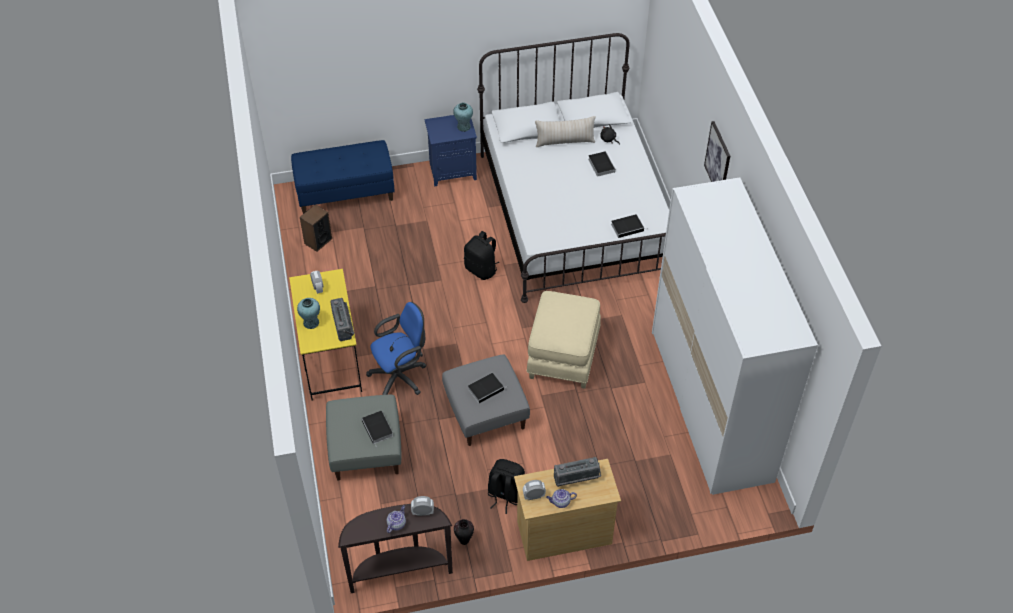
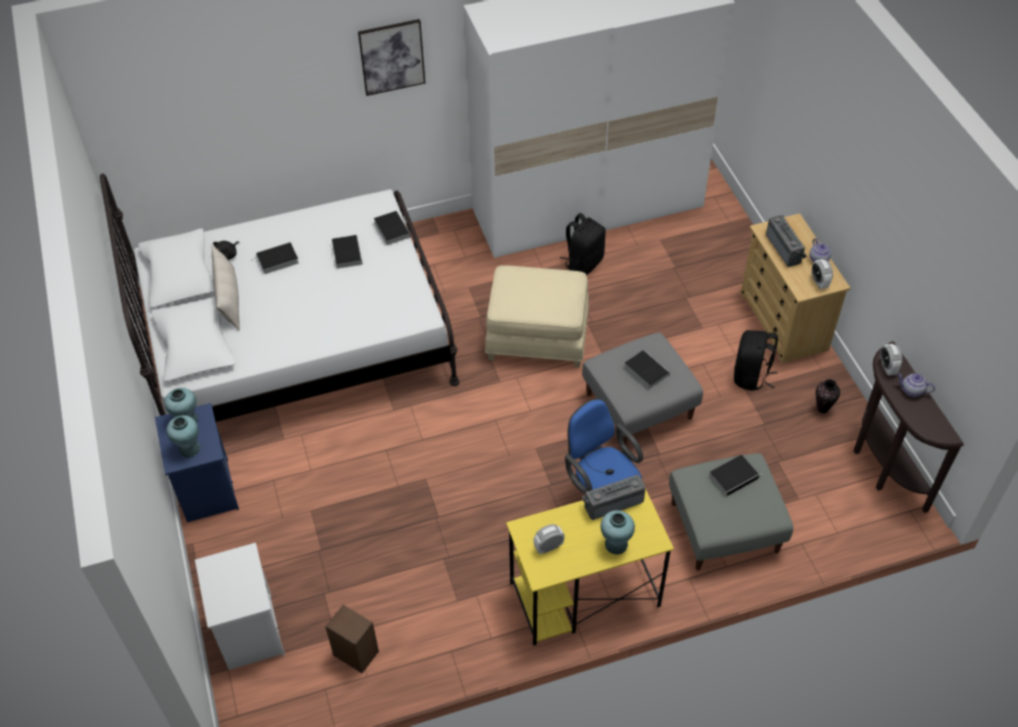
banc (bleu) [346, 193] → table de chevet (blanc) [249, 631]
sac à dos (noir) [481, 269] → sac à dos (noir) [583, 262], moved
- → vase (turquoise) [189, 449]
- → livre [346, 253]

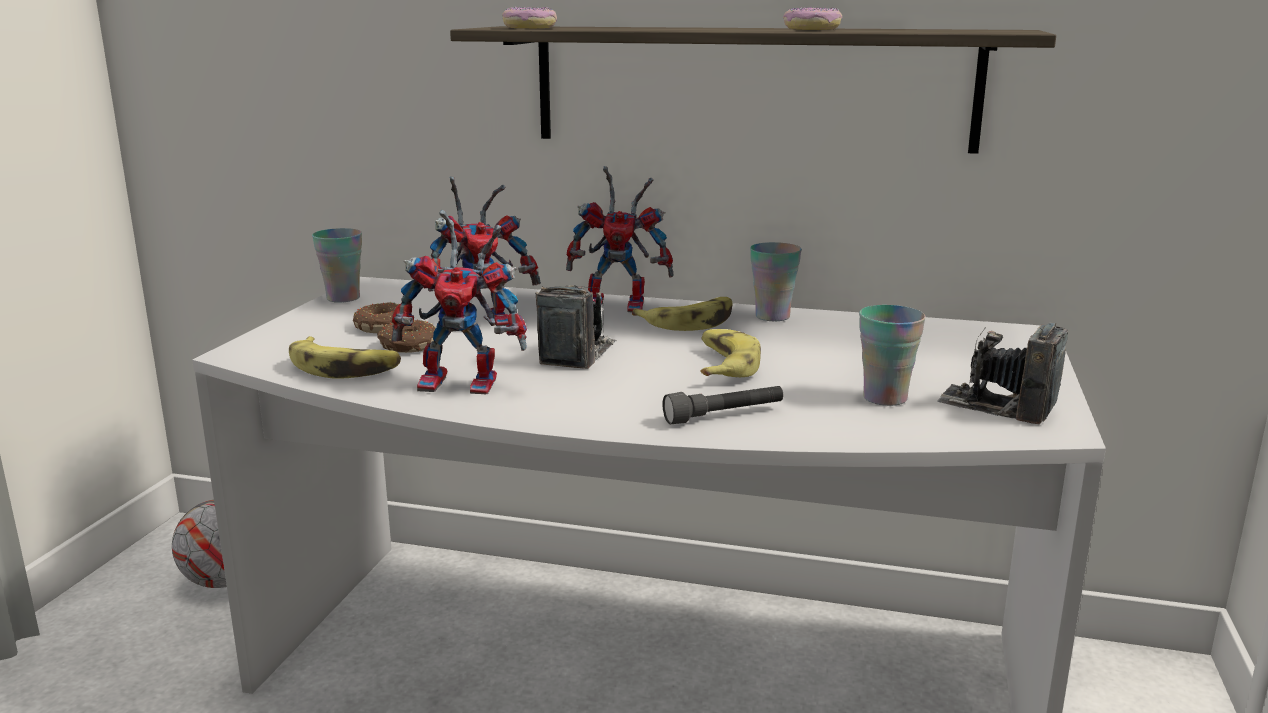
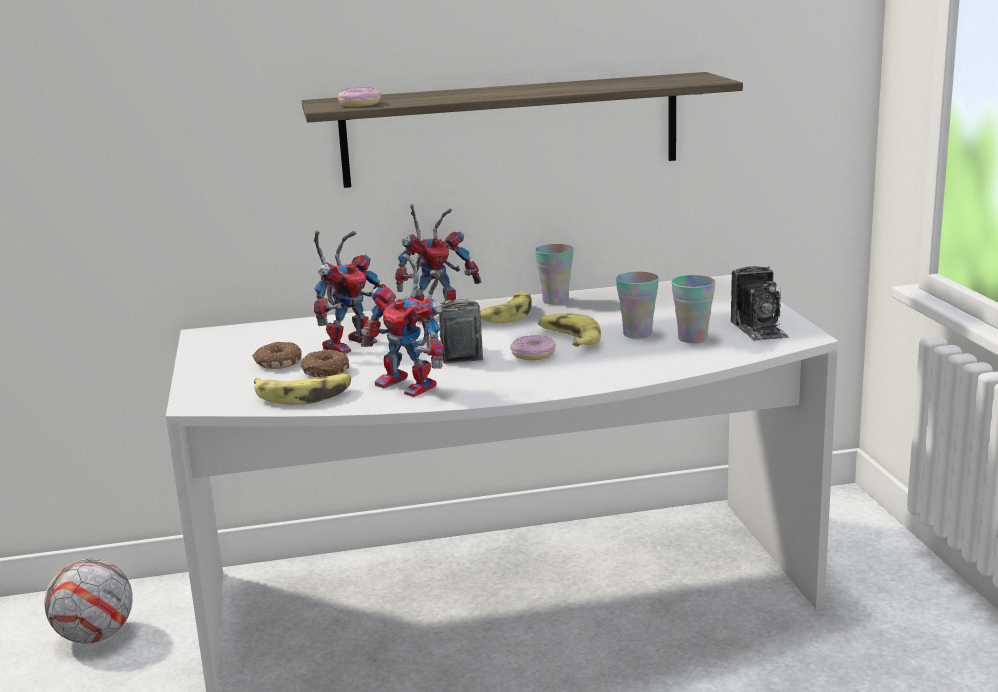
tasse [343, 298] → tasse [637, 334], moved
robot jouet [467, 383] → robot jouet [413, 386], 60 degrees clockwise
lampe de poche (gris) [724, 415] → -
beignet [812, 29] → beignet [533, 355], moved
appareil photo [997, 405] → appareil photo [759, 329], 105 degrees counterclockwise

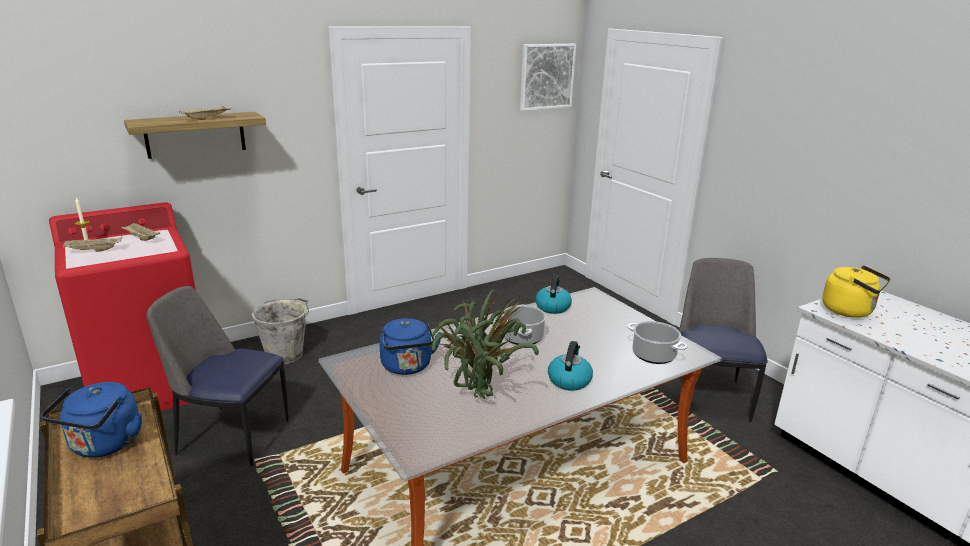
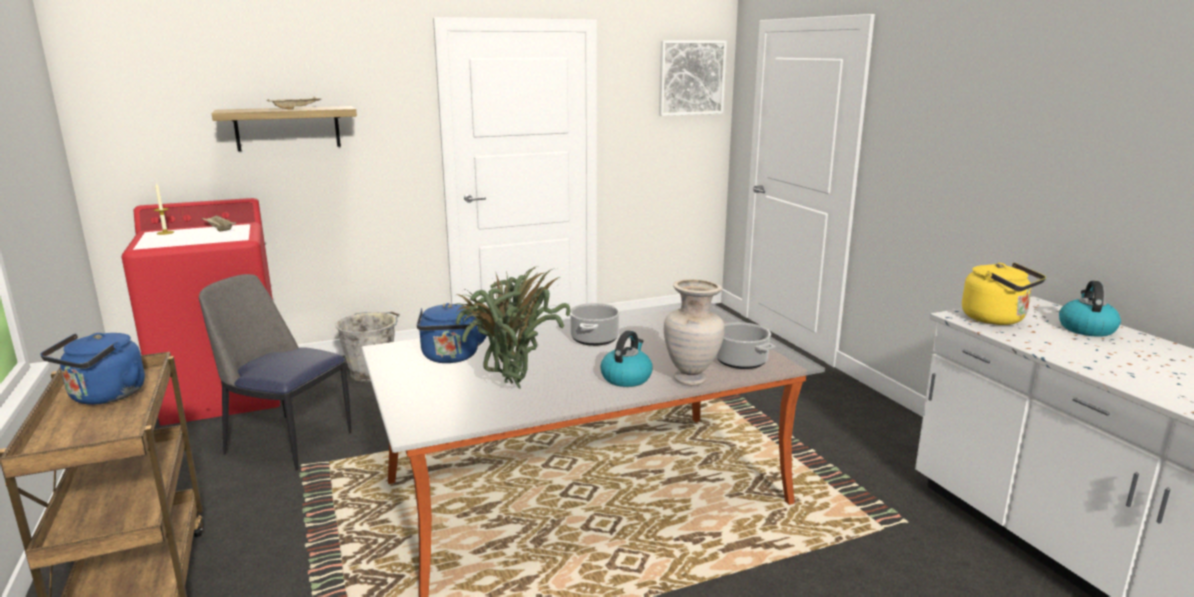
plateau (beige) [93, 251] → -
bouilloire [552, 307] → bouilloire [1086, 329], moved
chaise [708, 396] → -
- → vase (beige) [691, 379]

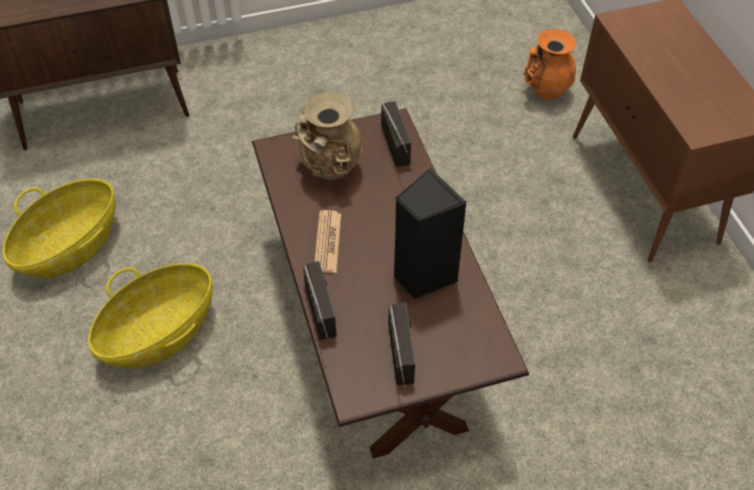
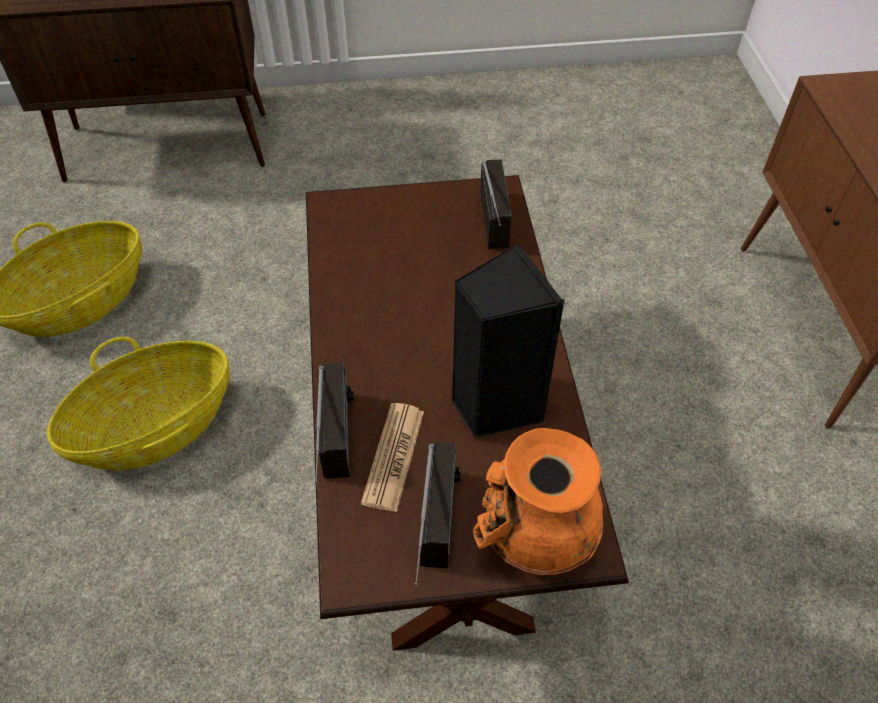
vase (beige) [330, 171] → -
journal [327, 242] → journal [393, 456], moved
vase (orange) [545, 91] → vase (orange) [534, 540], moved

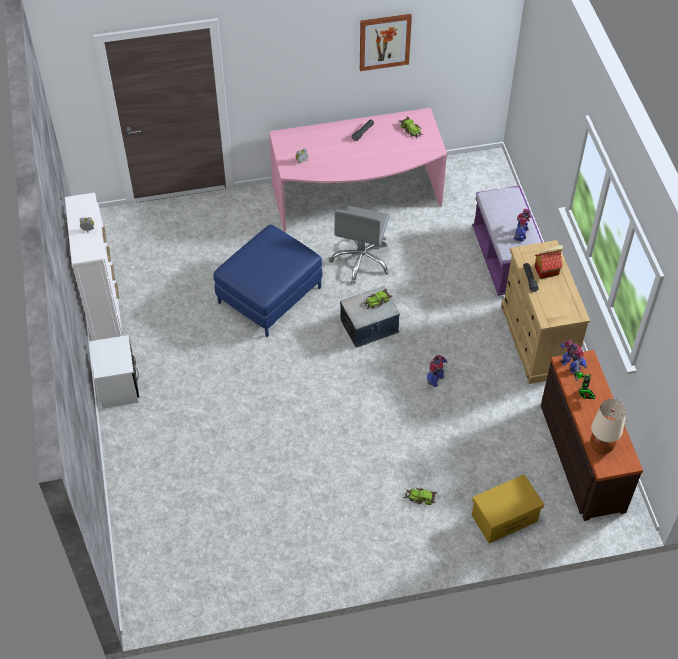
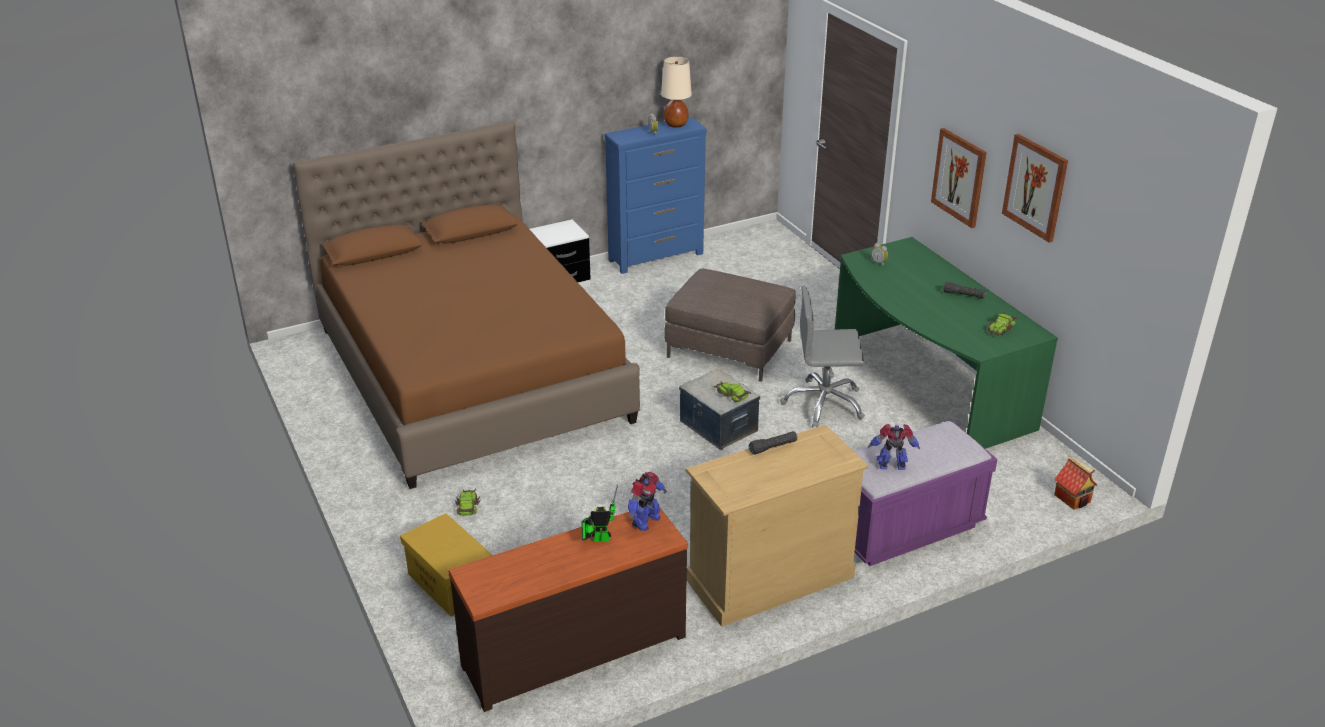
commode (blanc) [103, 308] → commode (bleu) [657, 257]
pouf (bleu) [270, 295] → pouf (marron) [729, 349]
bureau (rose) [357, 199] → bureau (vert) [925, 385]
robot jouet [435, 379] → -
maison miniature [546, 270] → maison miniature [1073, 498], moved
lampe de table (beige) [601, 446] → lampe de table (beige) [675, 125], moved
- → lit (marron) [472, 373]
- → tableau [959, 177]

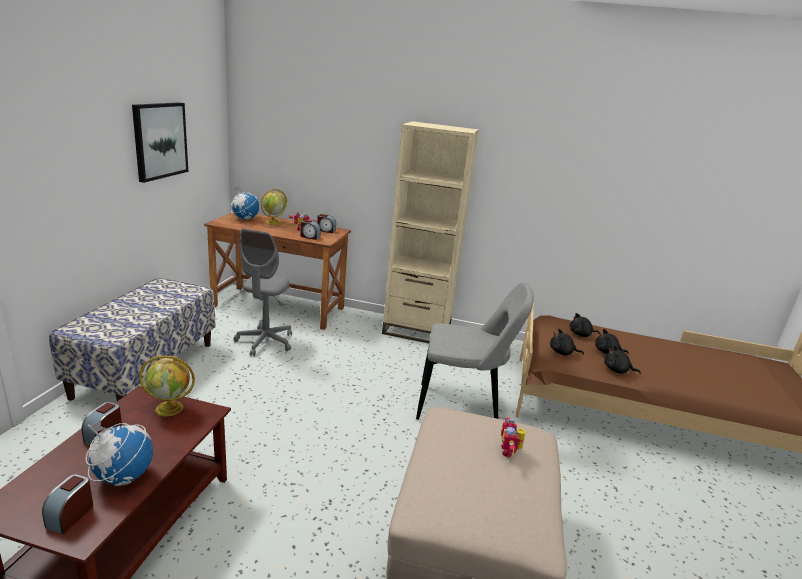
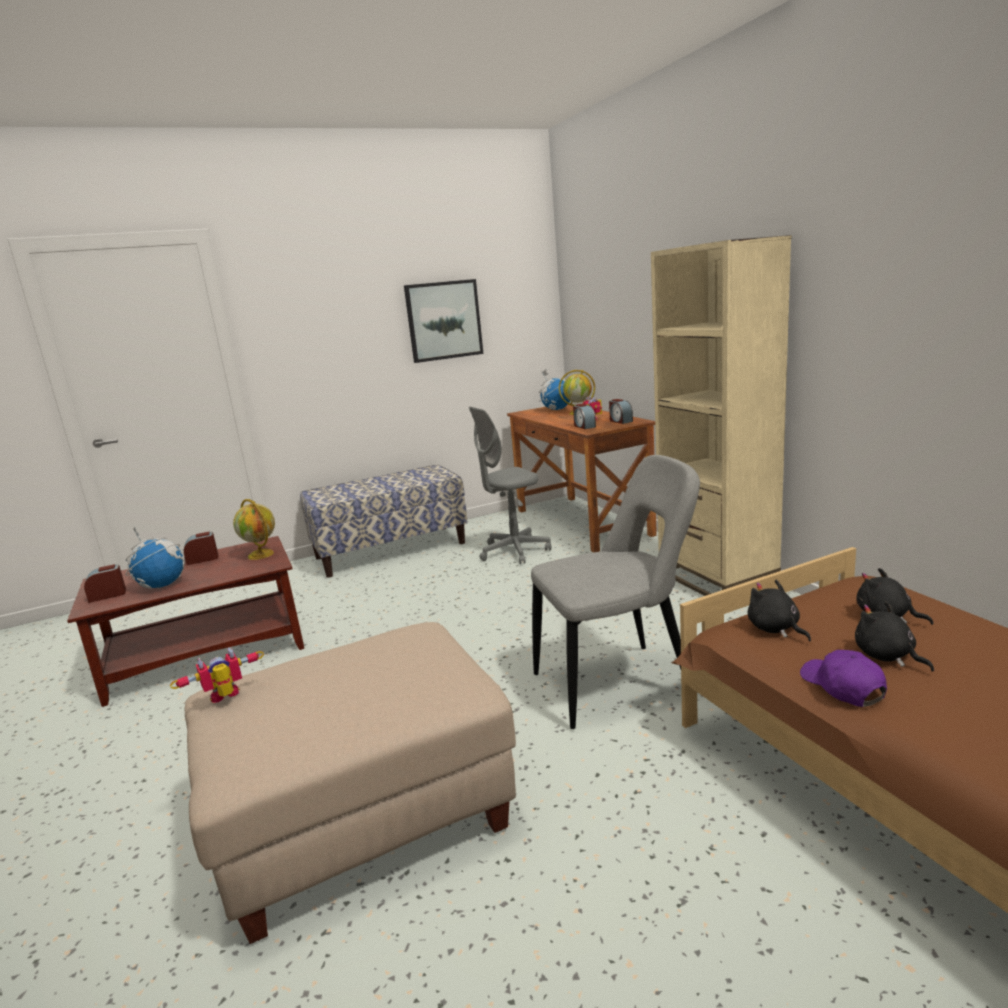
chaise (gris) [462, 408] → chaise (gris) [618, 683], 75 degrees counterclockwise
robot jouet [510, 451] → robot jouet [226, 698], moved
peluche (noir) [617, 370] → casquette (violet) [842, 687]

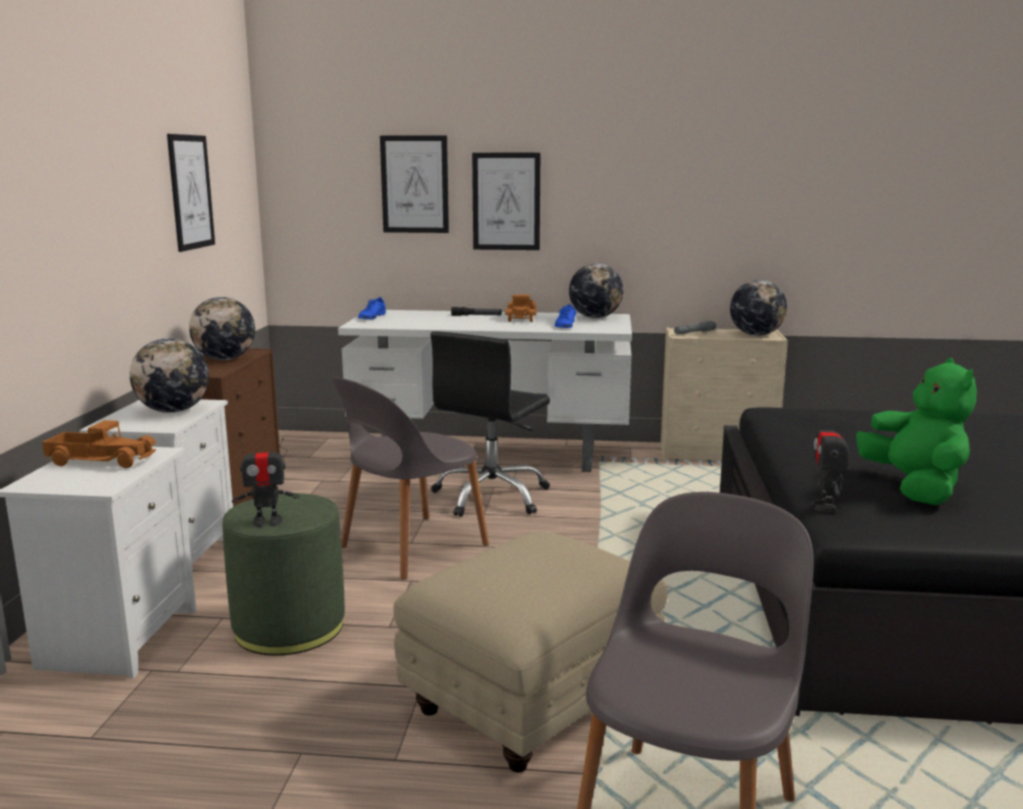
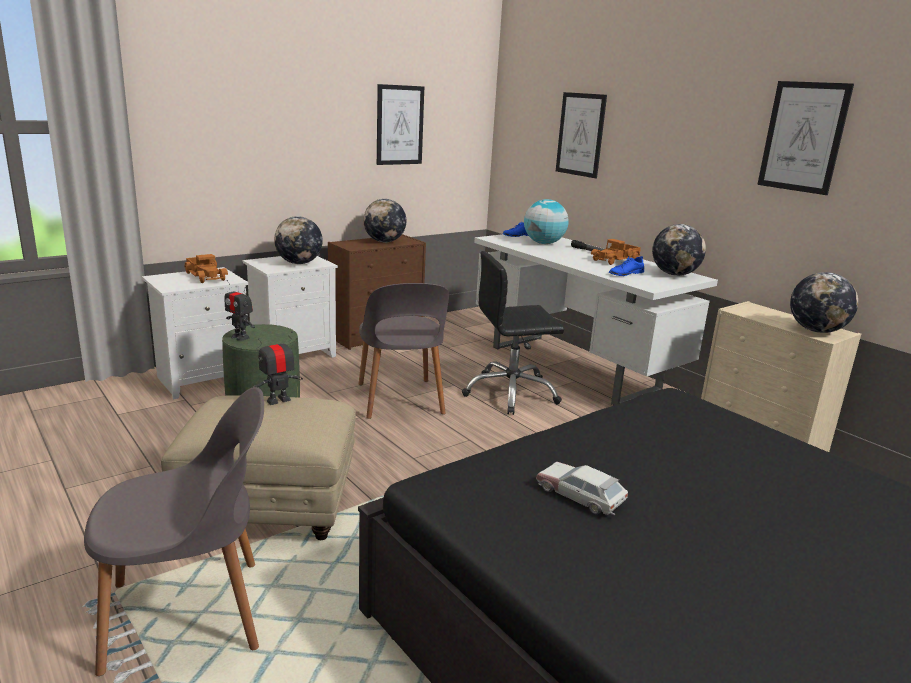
chaise (gris) [410, 547] → chaise (gris) [400, 400], 105 degrees counterclockwise
tableau [506, 201] → tableau [803, 137], moved
lampe de poche (gris) [694, 333] → -
robot jouet [825, 506] → robot jouet [278, 400], moved
peluche (vert) [914, 488] → petite voiture [581, 496]
- → globe [544, 243]

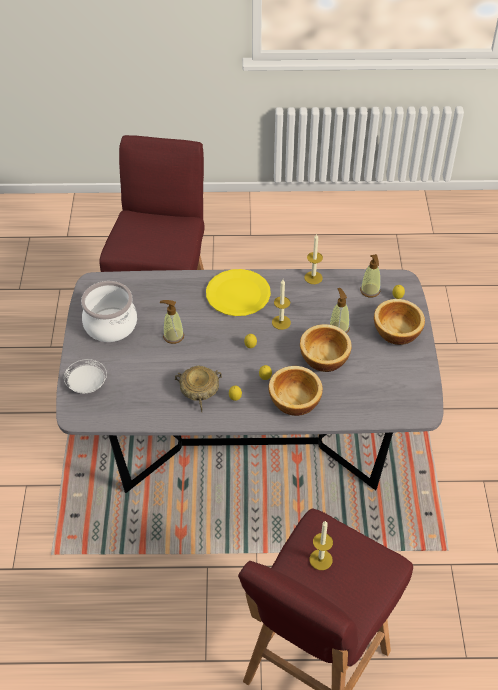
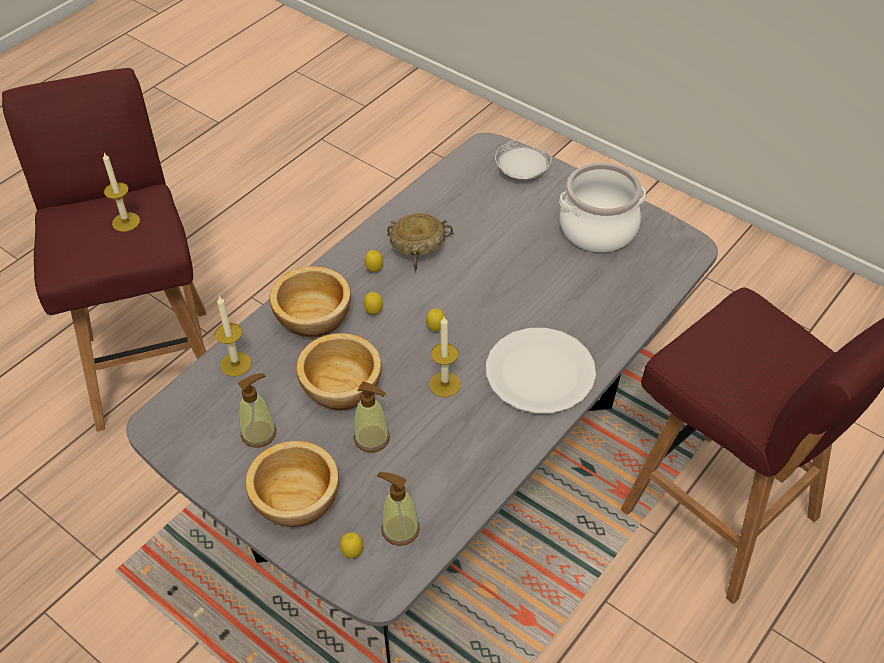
distributeur de savon [173, 336] → distributeur de savon [259, 433], moved
assiette (jaune) [238, 294] → assiette (blanc) [540, 372]
bougie [313, 277] → bougie [235, 364], moved

